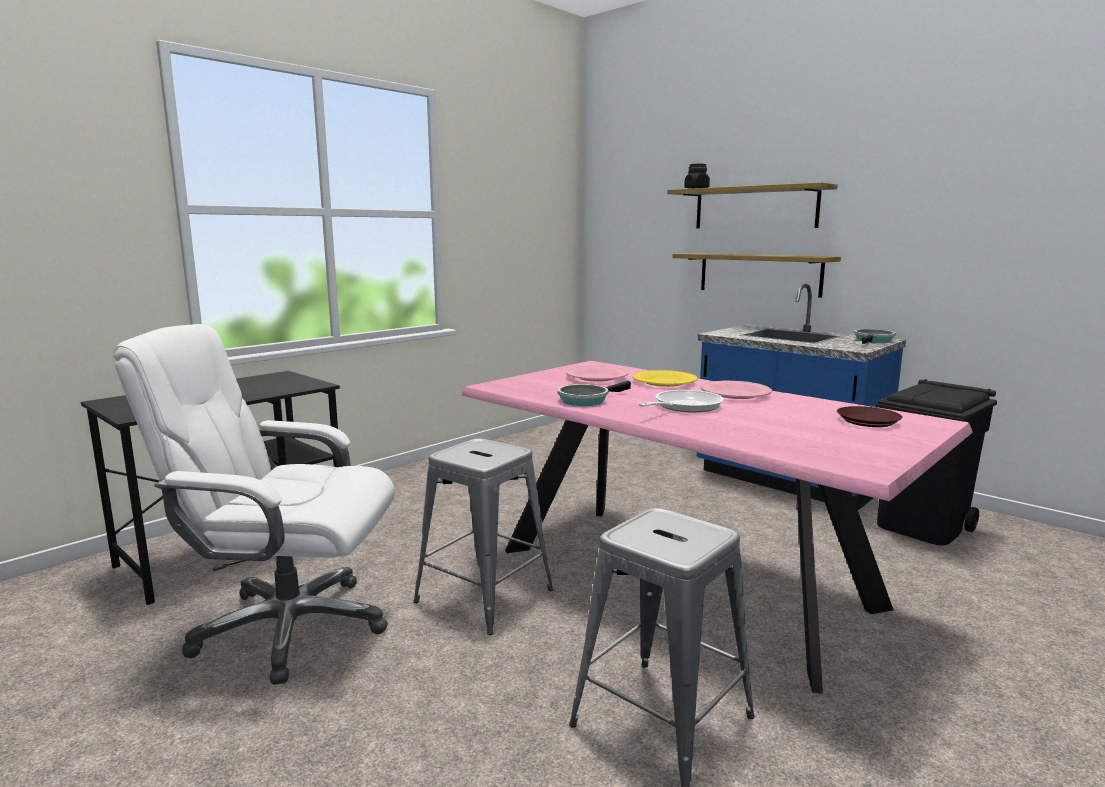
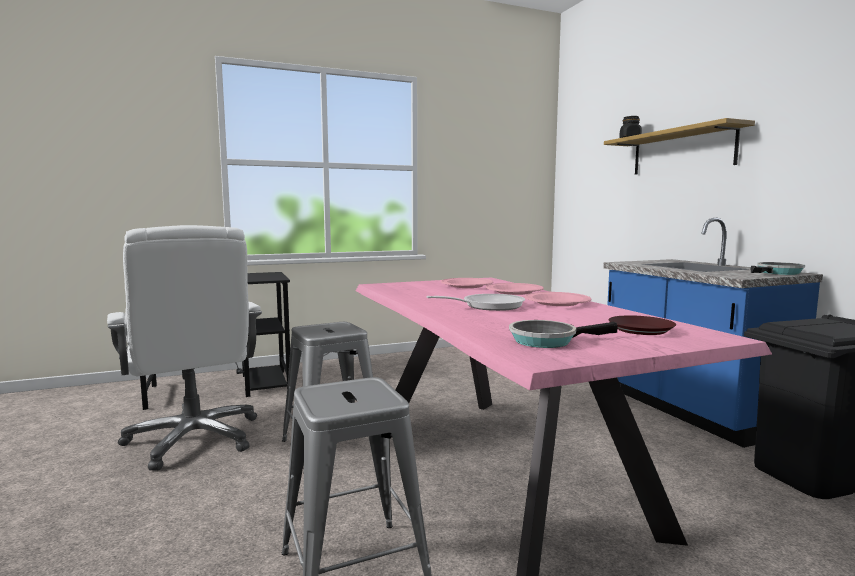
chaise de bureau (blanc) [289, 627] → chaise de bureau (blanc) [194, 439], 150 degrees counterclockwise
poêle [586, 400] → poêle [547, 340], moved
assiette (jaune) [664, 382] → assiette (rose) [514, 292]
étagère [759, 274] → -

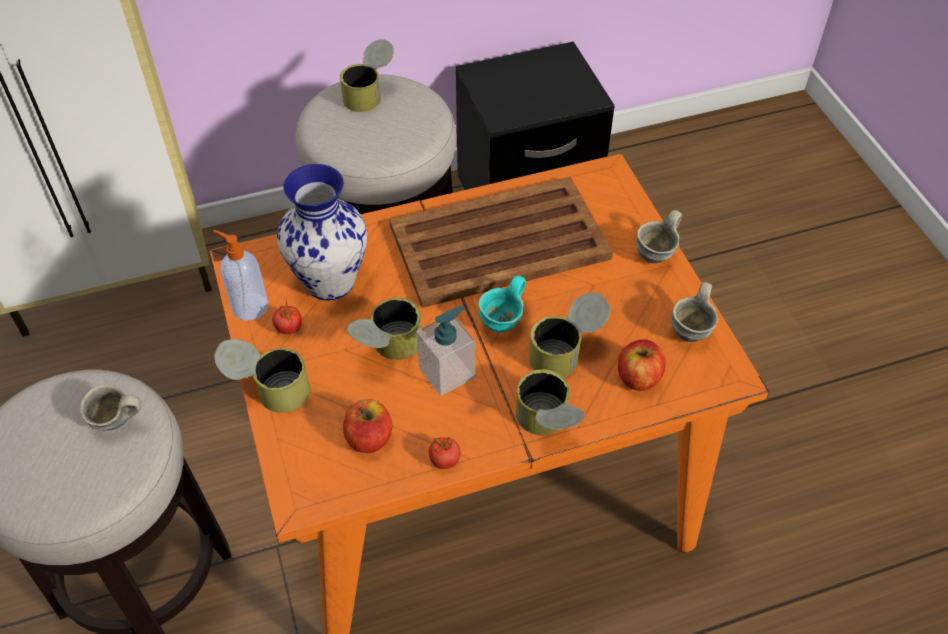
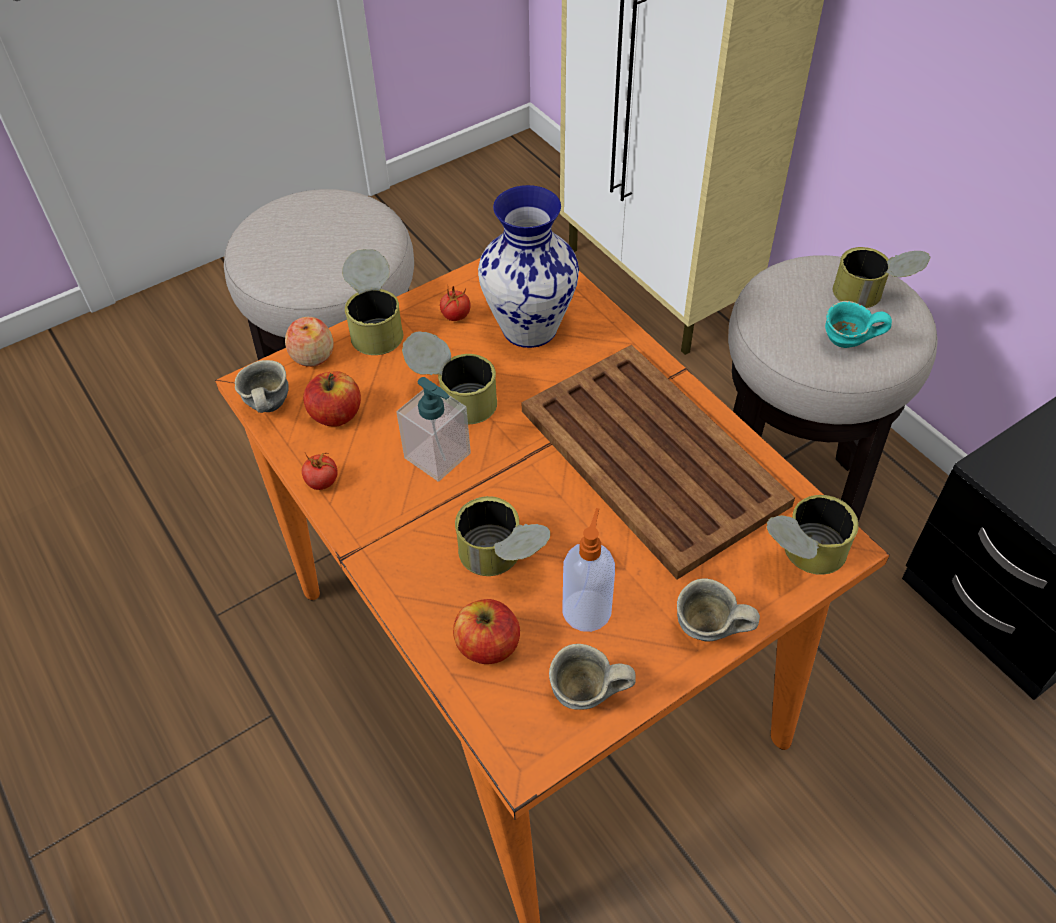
mug (gris) [116, 424] → mug (gris) [266, 409], moved
distributeur de savon [248, 306] → distributeur de savon [587, 609], moved
mug (turquoise) [504, 323] → mug (turquoise) [847, 345], moved
boîte métallique [547, 426] → boîte métallique [800, 557], moved
- → pomme [312, 355]

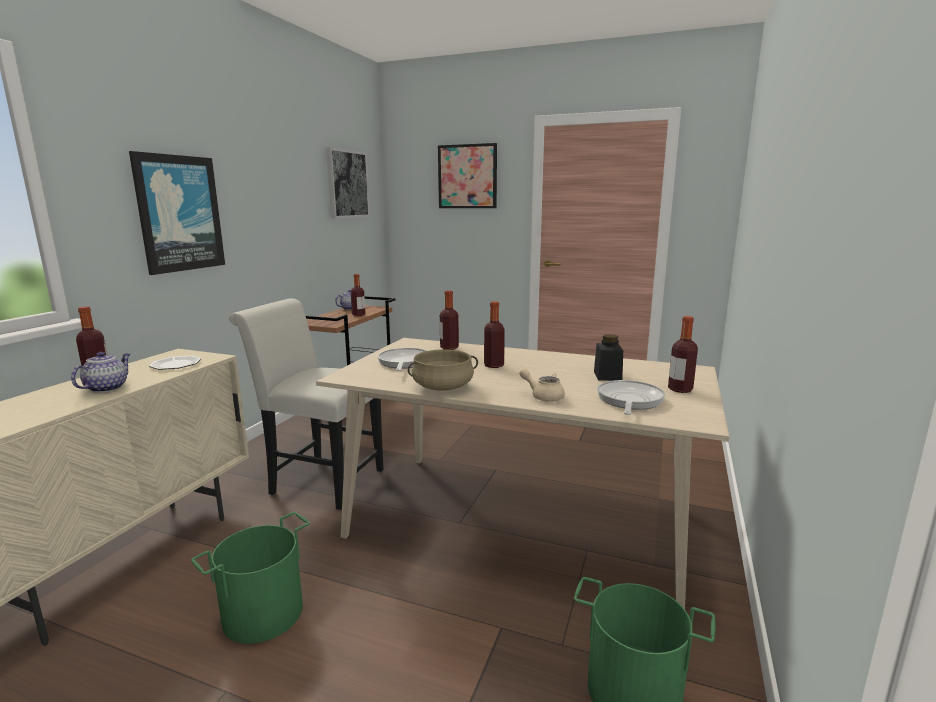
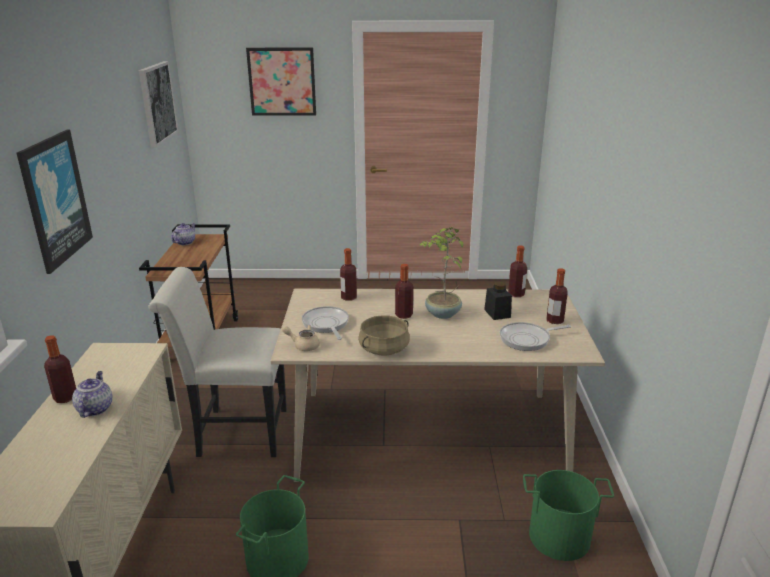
assiette [176, 364] → -
bouteille [358, 315] → bouteille [516, 294], moved
théière (beige) [543, 396] → théière (beige) [303, 345], moved
poêle [629, 401] → poêle [527, 339], 105 degrees counterclockwise
- → plante en pot [442, 314]

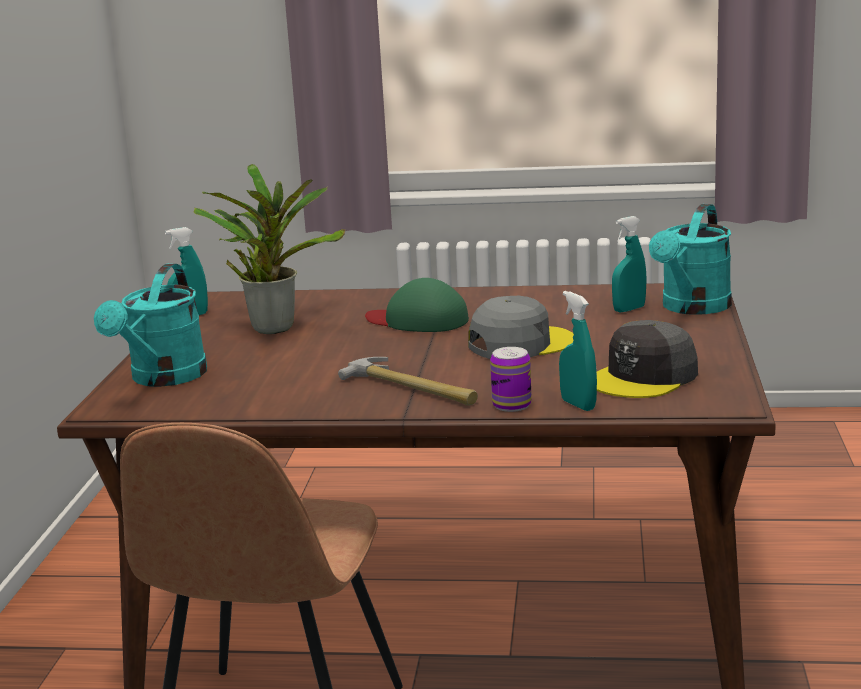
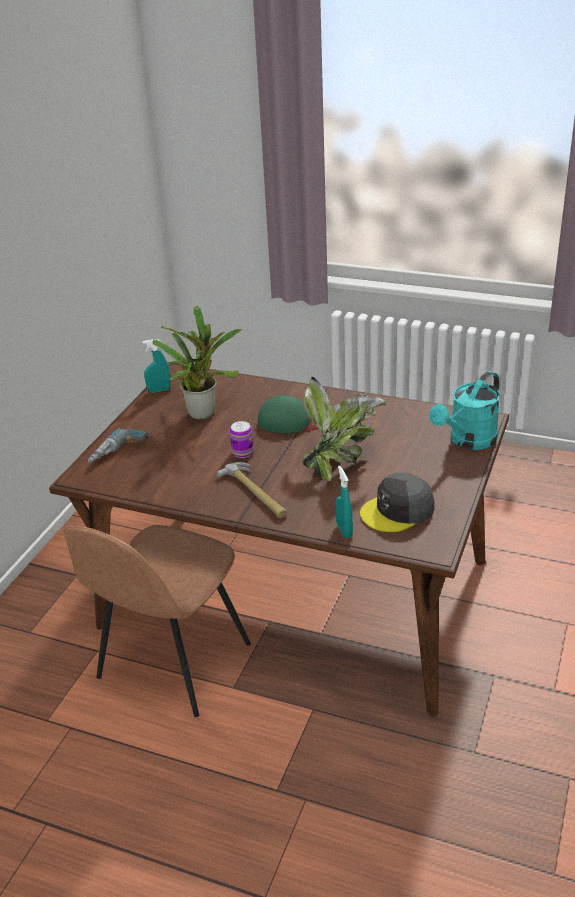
arrosoir (turquoise) [163, 378] → perceuse [120, 453]
casquette (vert) [418, 320] → casquette (vert) [290, 422], 150 degrees clockwise
casquette (gris) [520, 344] → plante en pot [340, 459]
boîte métallique [511, 405] → boîte métallique [242, 452], moved
vaporisateur (turquoise) [629, 309] → -

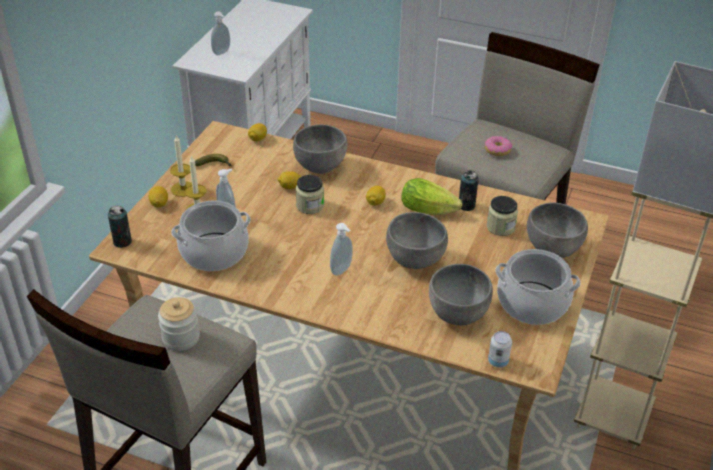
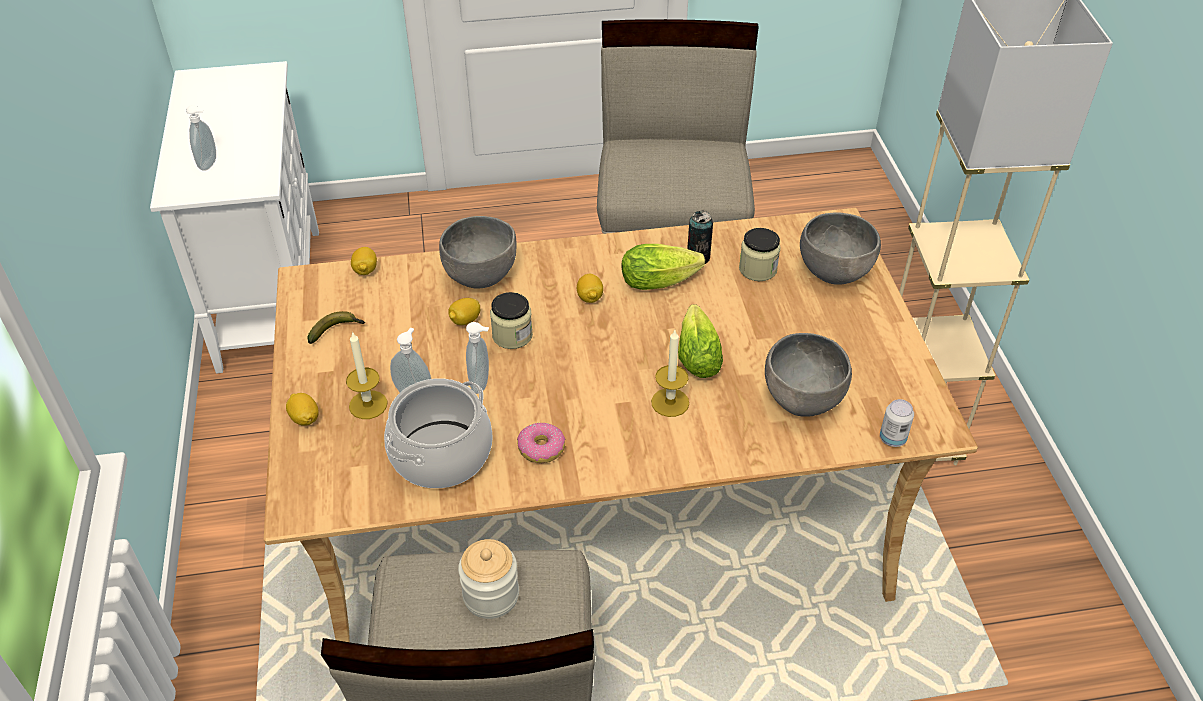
boîte métallique [122, 242] → -
bougie [183, 189] → bougie [670, 402], moved
distributeur de savon [342, 270] → distributeur de savon [482, 384], moved
bol (gris) [414, 260] → laitue [697, 353]
beignet [497, 150] → beignet [541, 448], moved
marmite [532, 303] → -

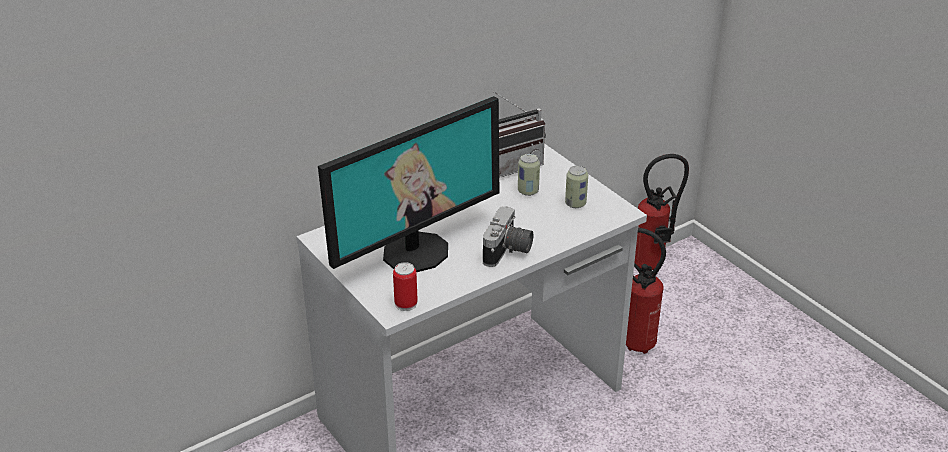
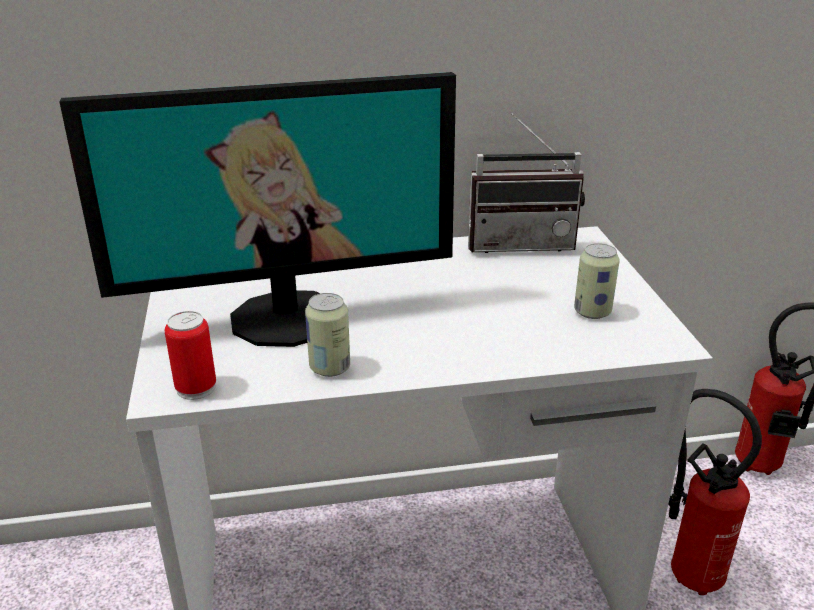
appareil photo [508, 252] → -
boîte métallique [528, 191] → boîte métallique [330, 368], moved

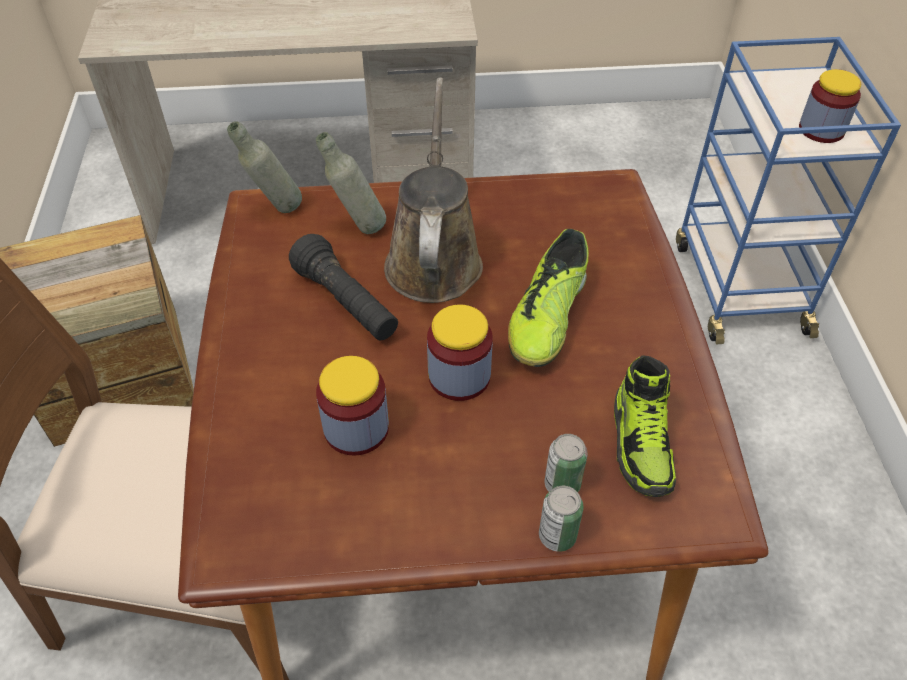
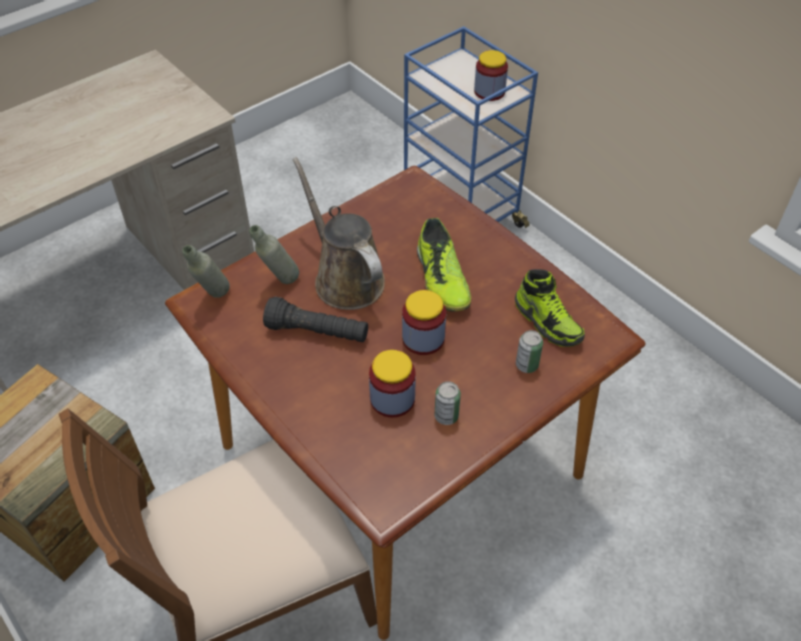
boîte métallique [557, 536] → boîte métallique [446, 416], moved

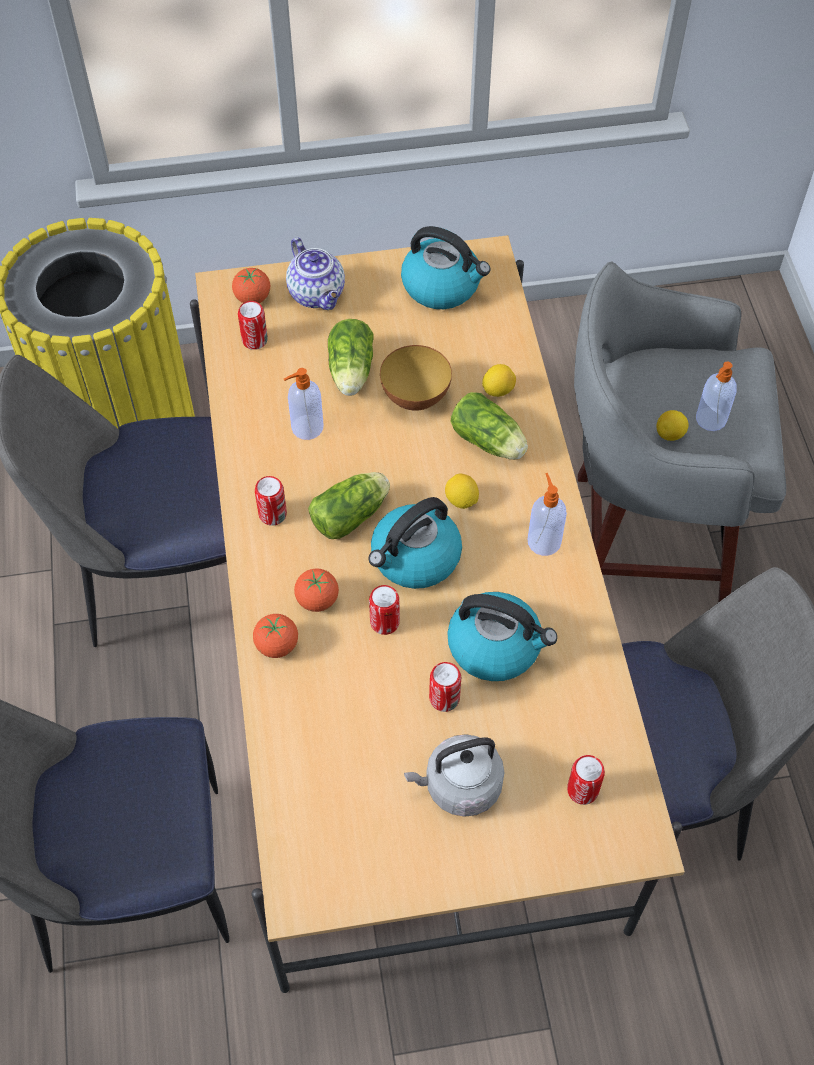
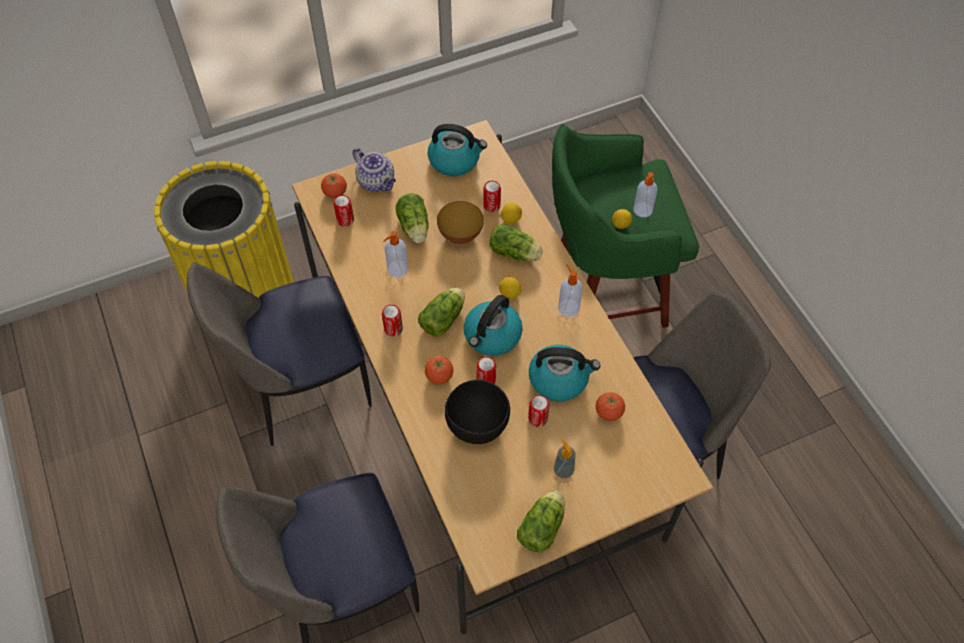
tomate [277, 645] → tomate [608, 412], moved
bouilloire (gris) [459, 786] → distributeur de savon [563, 470]
boîte métallique [582, 790] → boîte métallique [491, 206], moved
tabouret (gris) [642, 539] → tabouret (vert) [603, 295]
- → bol (noir) [476, 426]
- → laitue [543, 526]

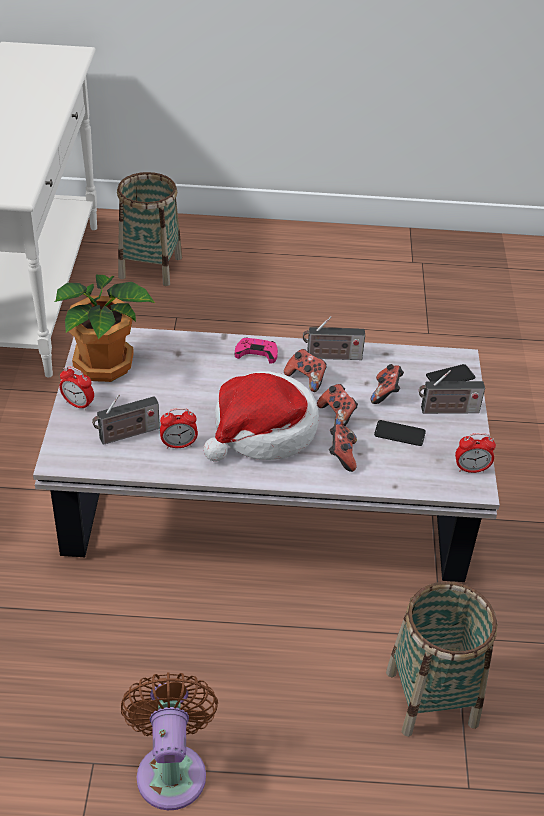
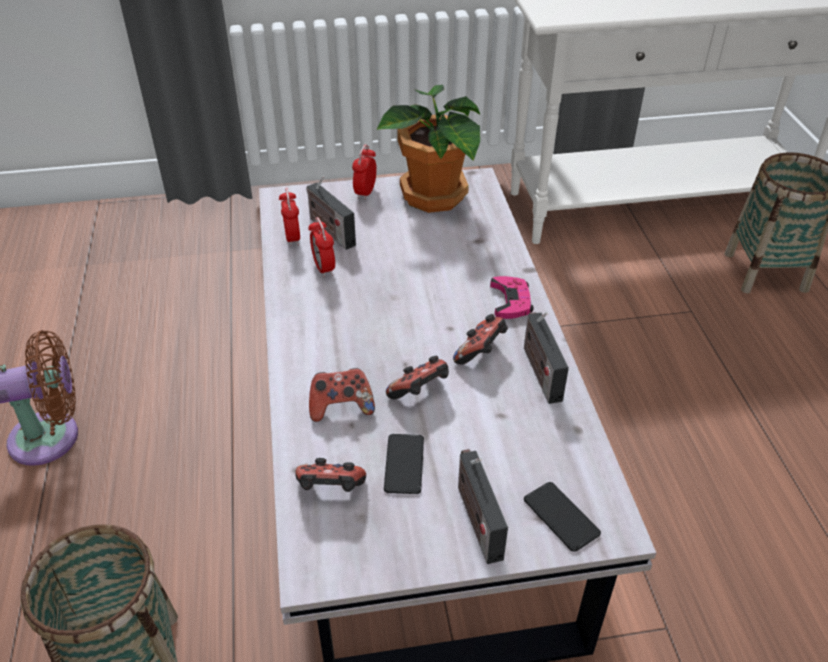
chapeau [262, 430] → -
manette [386, 393] → manette [330, 491], moved
réveil [471, 469] → réveil [292, 238], moved

